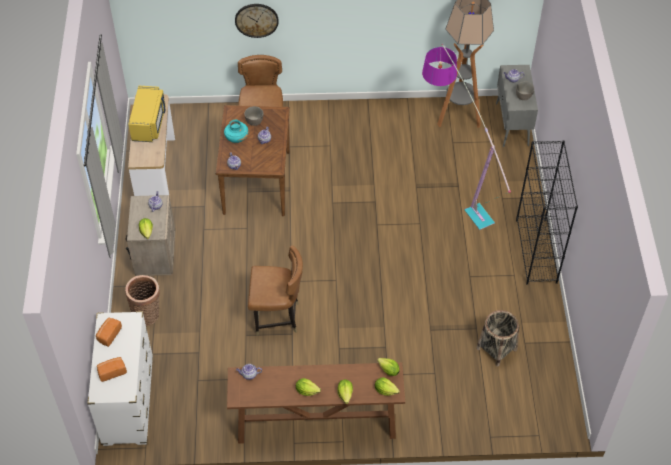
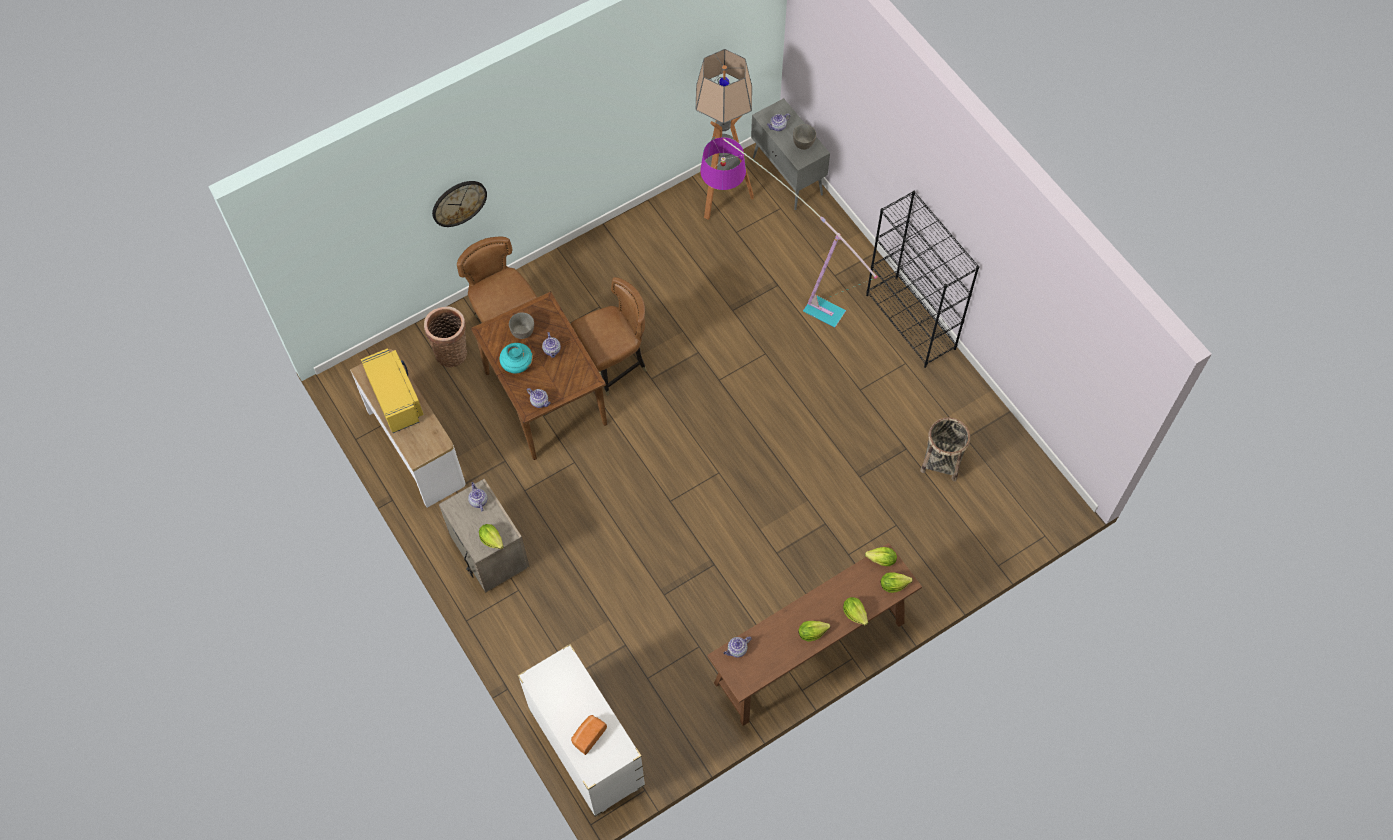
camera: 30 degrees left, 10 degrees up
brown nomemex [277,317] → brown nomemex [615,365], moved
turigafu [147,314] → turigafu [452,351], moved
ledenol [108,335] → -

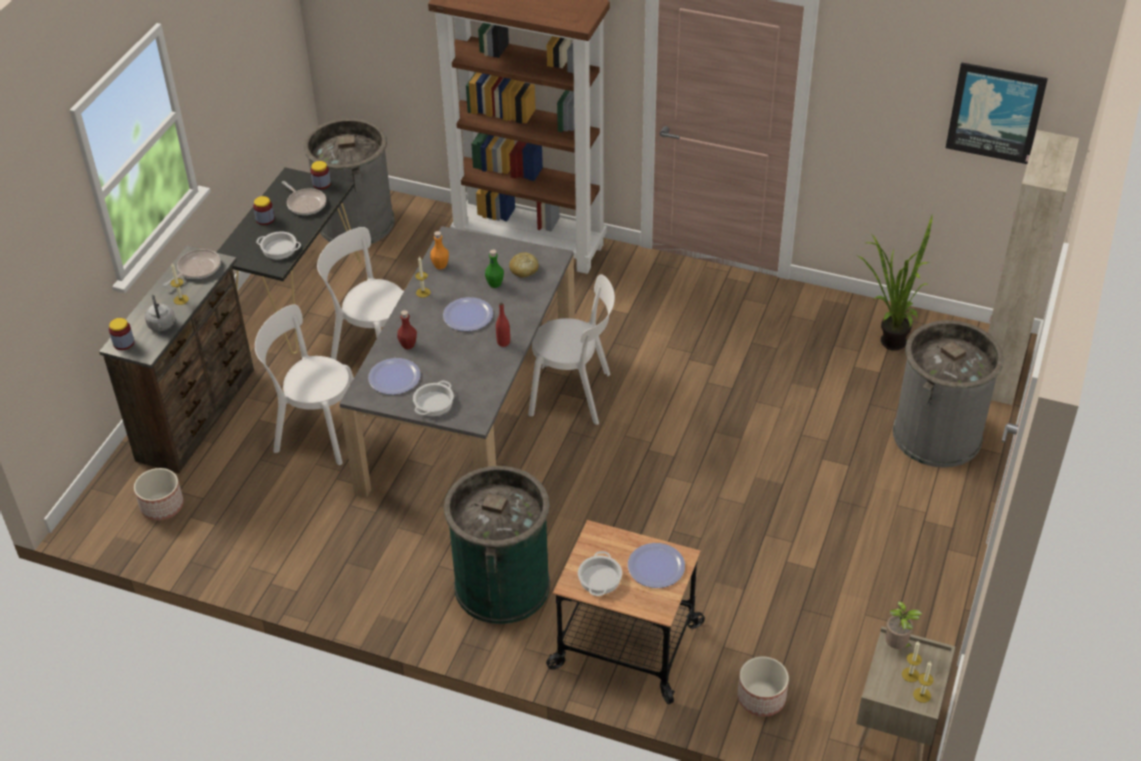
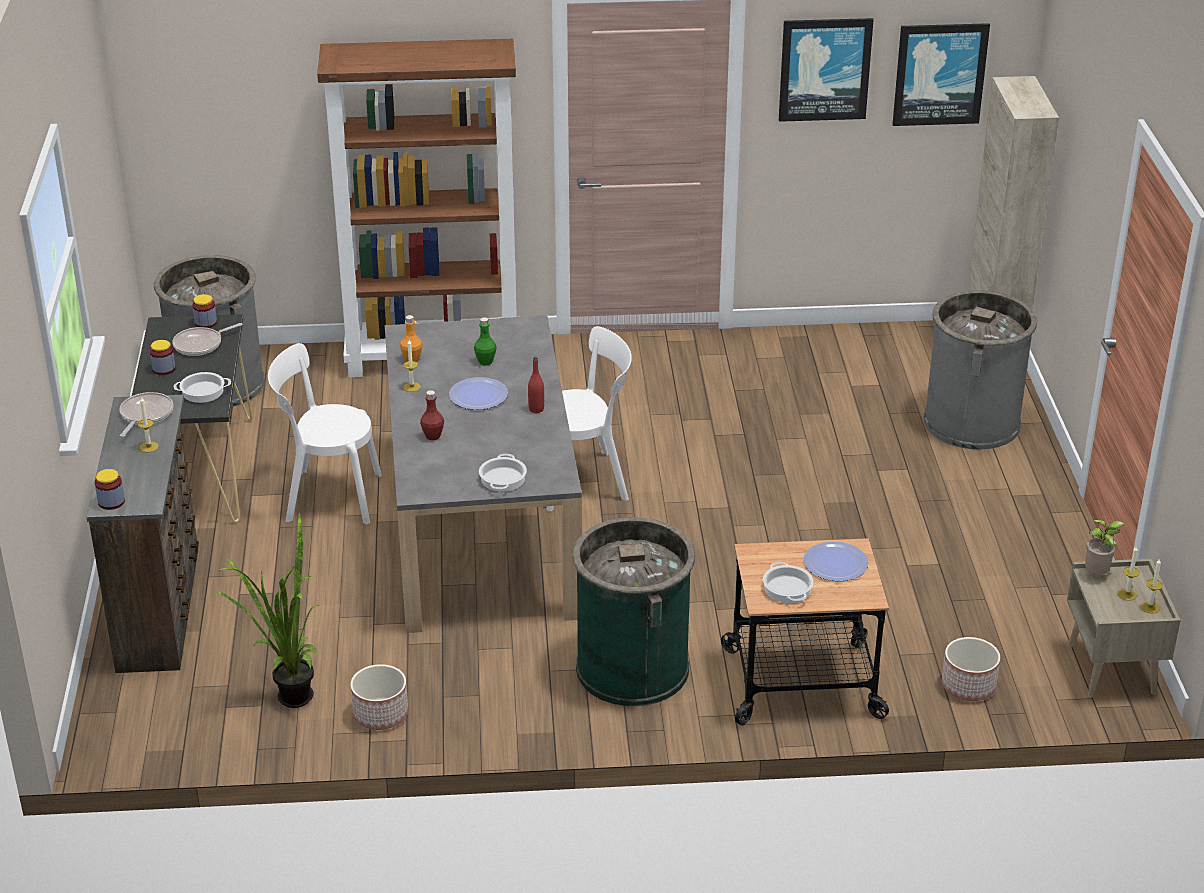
camera: 25 degrees left, 10 degrees down
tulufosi [305,203] → tulufosi [201,344], 120 degrees clockwise
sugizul [886,341] → sugizul [286,698], moved
ledenol [524,270] → -
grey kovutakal [162,326] → -
white nomemex [316,431] → -
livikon [394,377] → -
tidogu [162,506] → tidogu [380,715], moved
- → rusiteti [824,69]

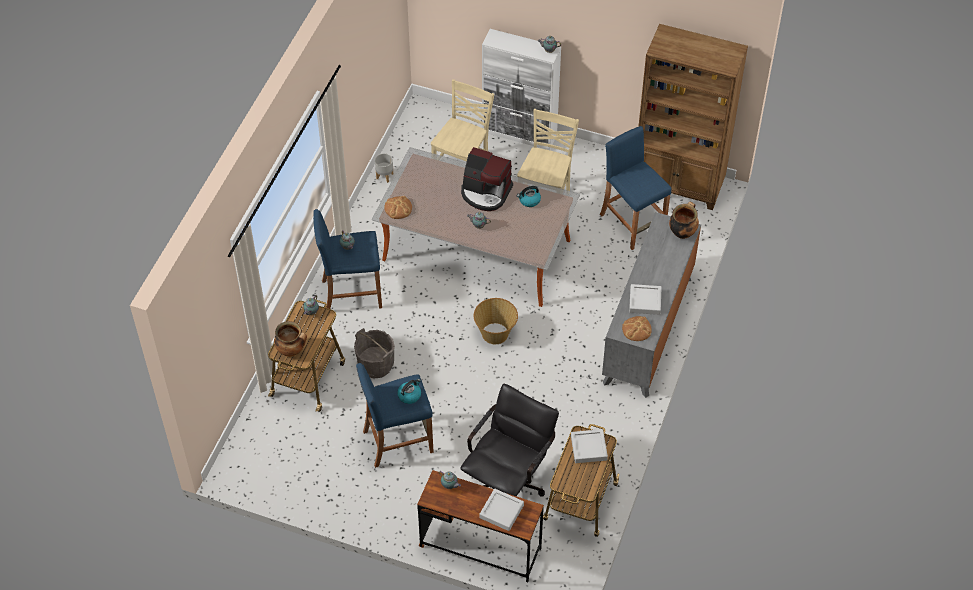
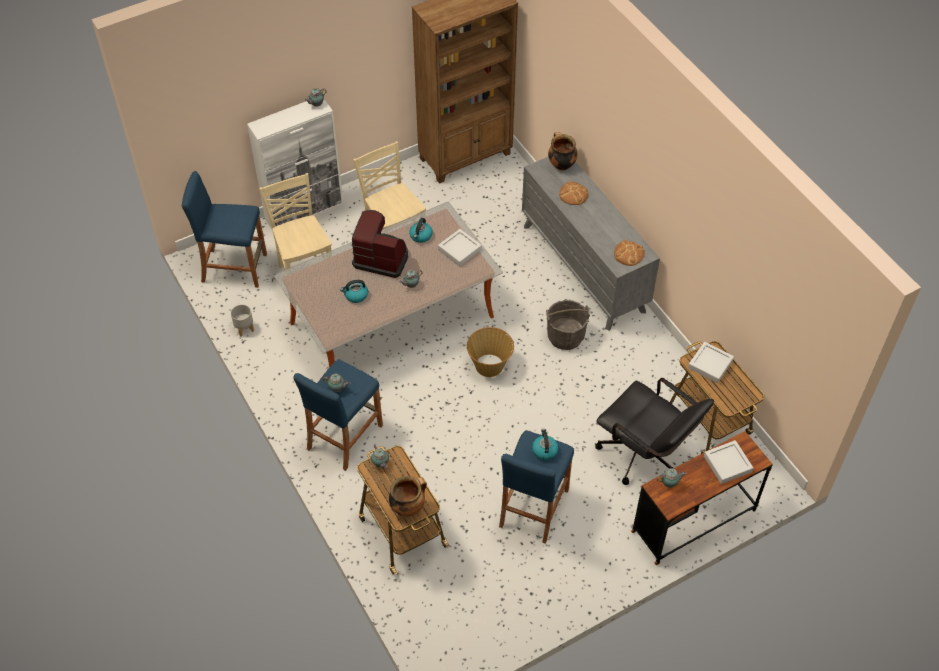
camera: 50 degrees left, 0 degrees up
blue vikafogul [632,223] → blue vikafogul [234,268], moved
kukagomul [485,193] → kukagomul [381,258], 135 degrees counterclockwise
ledenol [398,208] → ledenol [573,194], moved
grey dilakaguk [645,301] → grey dilakaguk [459,250], moved
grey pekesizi [376,364] → grey pekesizi [565,336], moved
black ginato [508,481] → black ginato [645,456], 150 degrees clockwise
- → kovutakal [356,295]

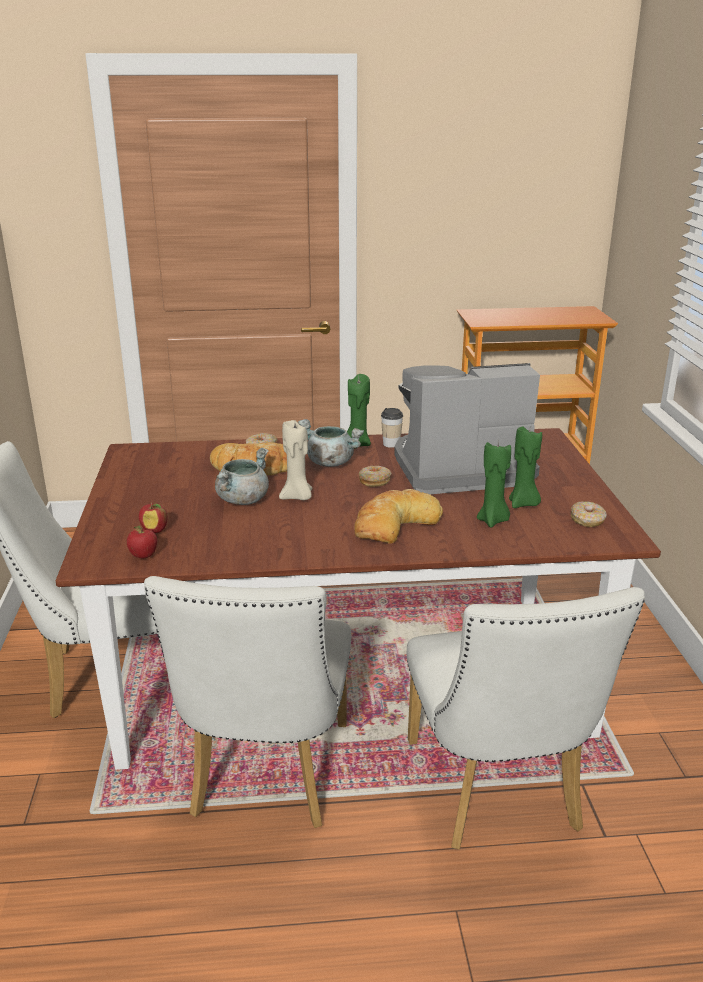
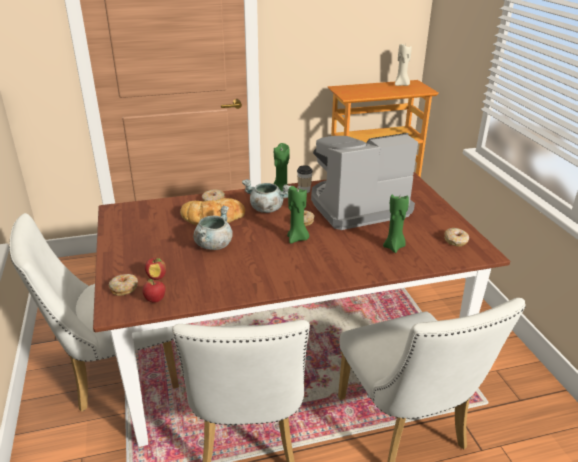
camera: 10 degrees left, 5 degrees up
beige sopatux [297,497] → beige sopatux [401,85], moved
green sopatux [523,504] → green sopatux [297,239], moved
ledenol [394,524] → -
- → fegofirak [124,288]

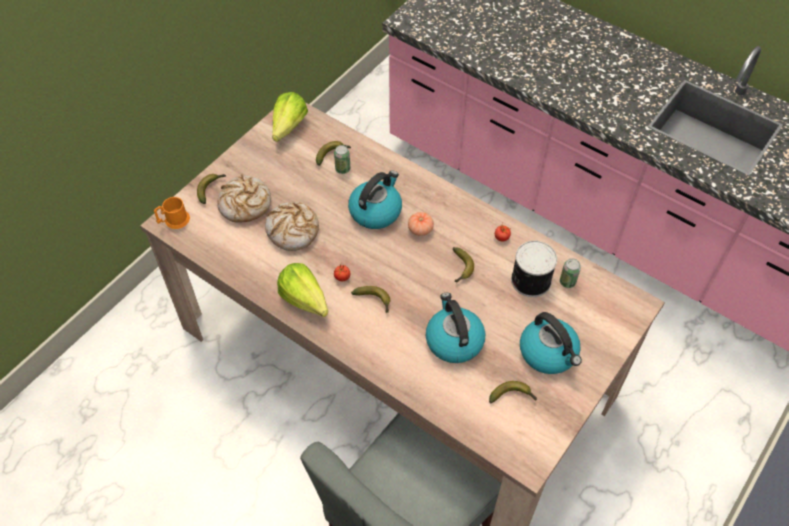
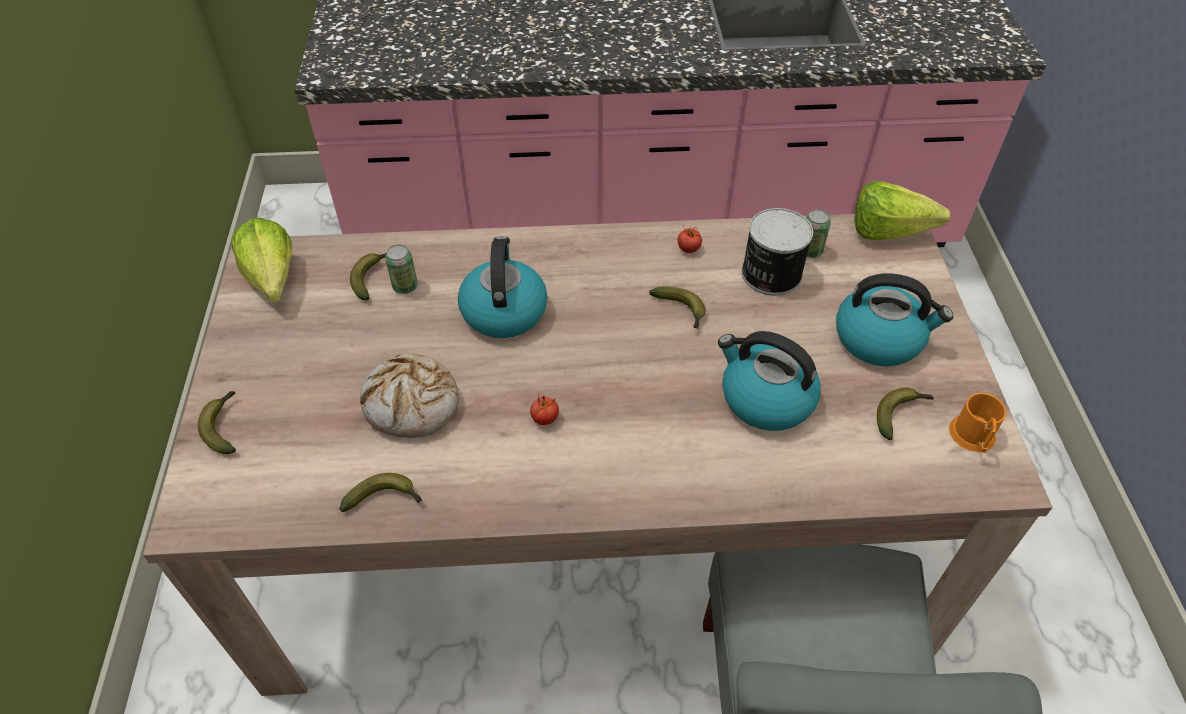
camera: 40 degrees left, 5 degrees down
ledenol [245,204] → -
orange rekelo [174,221] → orange rekelo [973,439], moved
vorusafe [420,229] → -
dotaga [306,304] → dotaga [896,234], moved
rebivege [374,301] → rebivege [385,499], moved

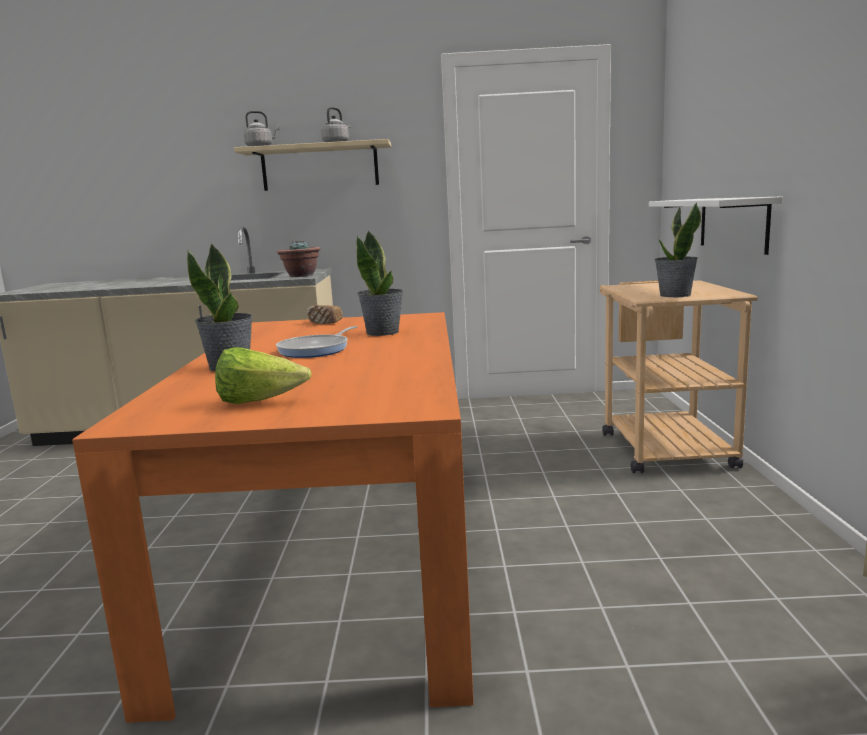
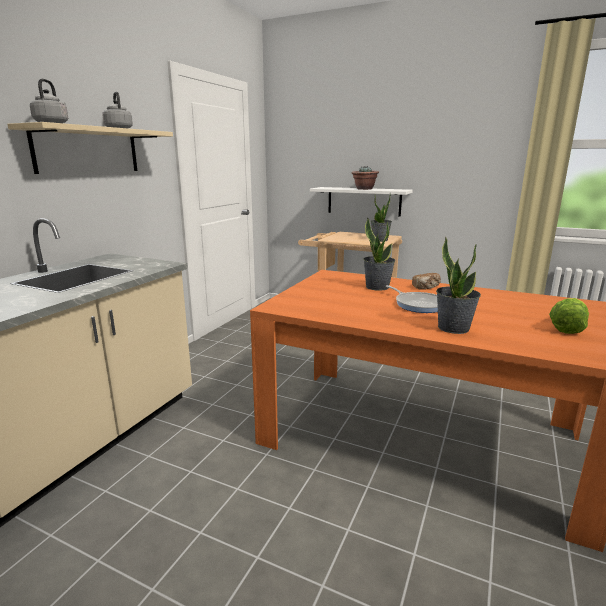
camera: 65 degrees left, 5 degrees up
sugizul [301,275] → sugizul [364,189], moved
ledenol [324,323] → ledenol [426,287], moved

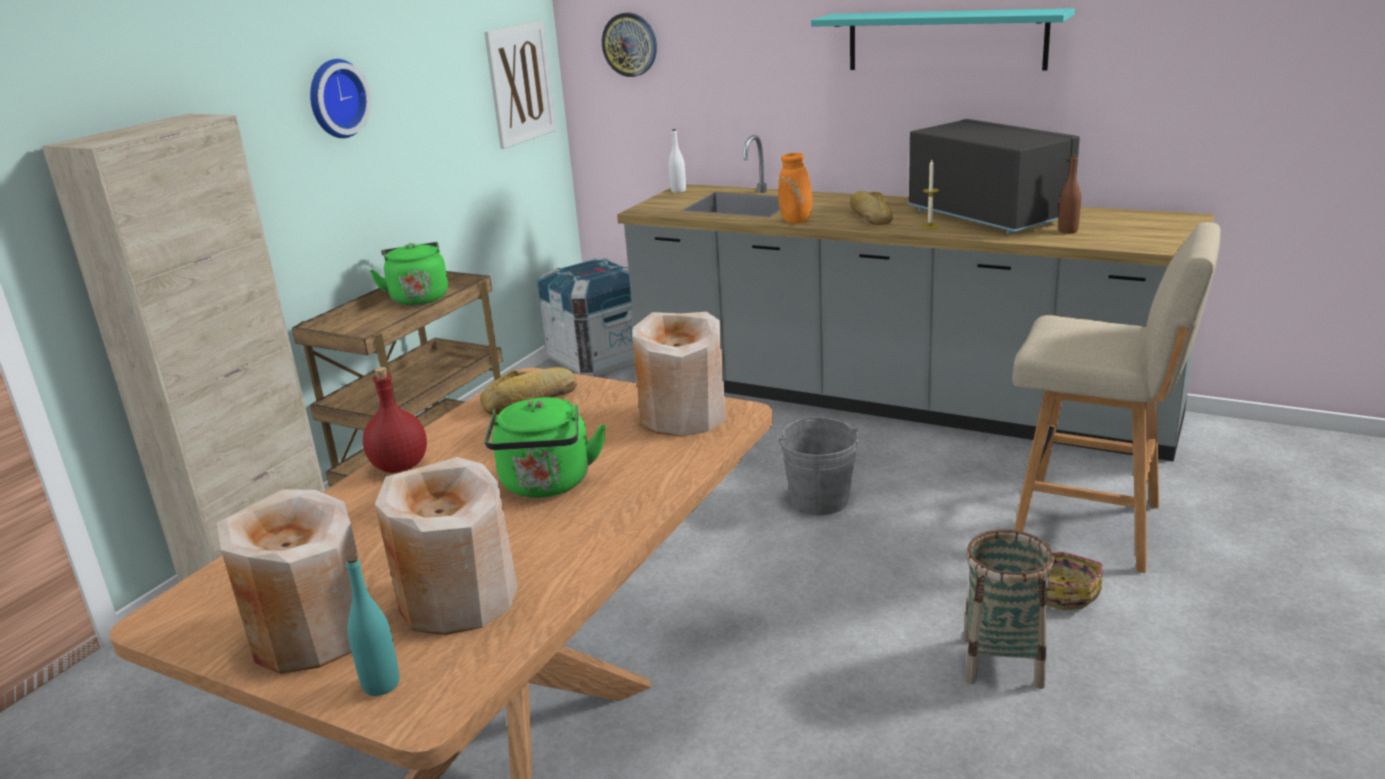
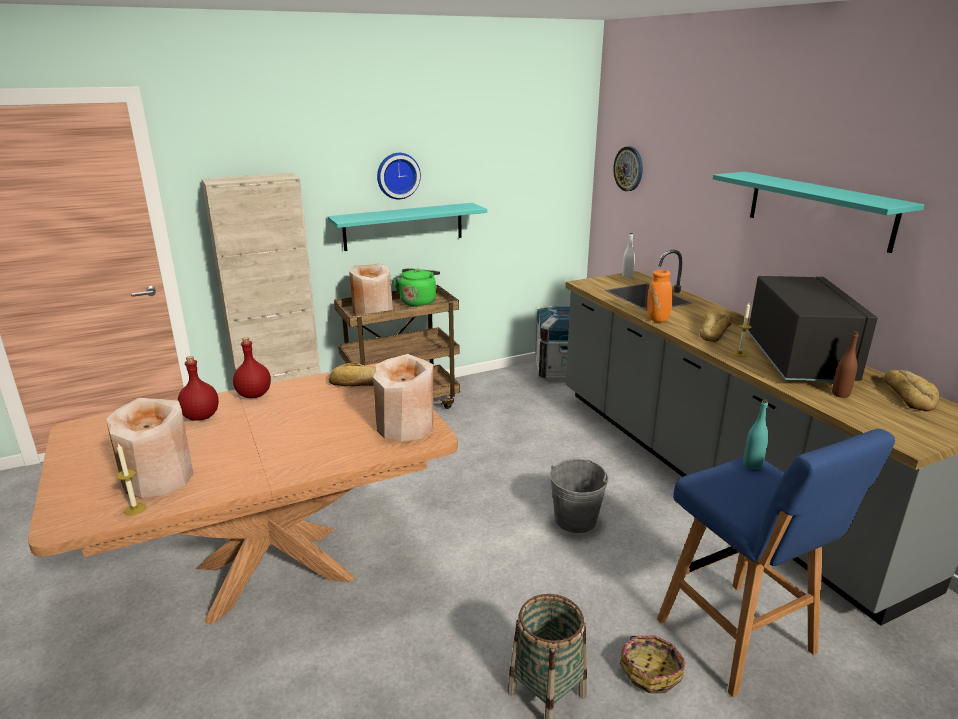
camera: 35 degrees right, 0 degrees up
rusiteti [520,83] → -
beige vikafogul [1093,527] → blue vikafogul [739,640]
green kovutakal [546,485] → -
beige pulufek [311,634] → beige pulufek [372,311], moved
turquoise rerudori [381,685] → turquoise rerudori [752,465], moved
- → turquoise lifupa [403,226]
- → red rerudori [200,417]
- → ledenol [909,395]
- → sopatux [135,509]

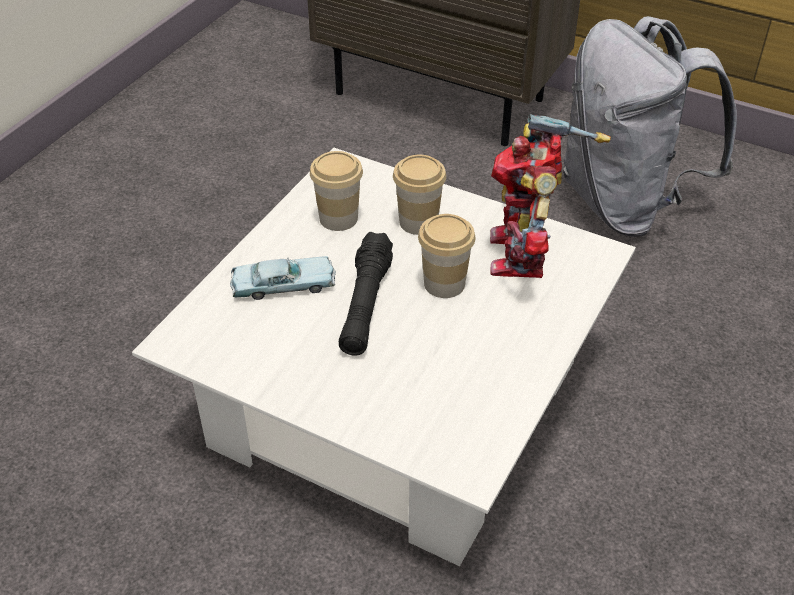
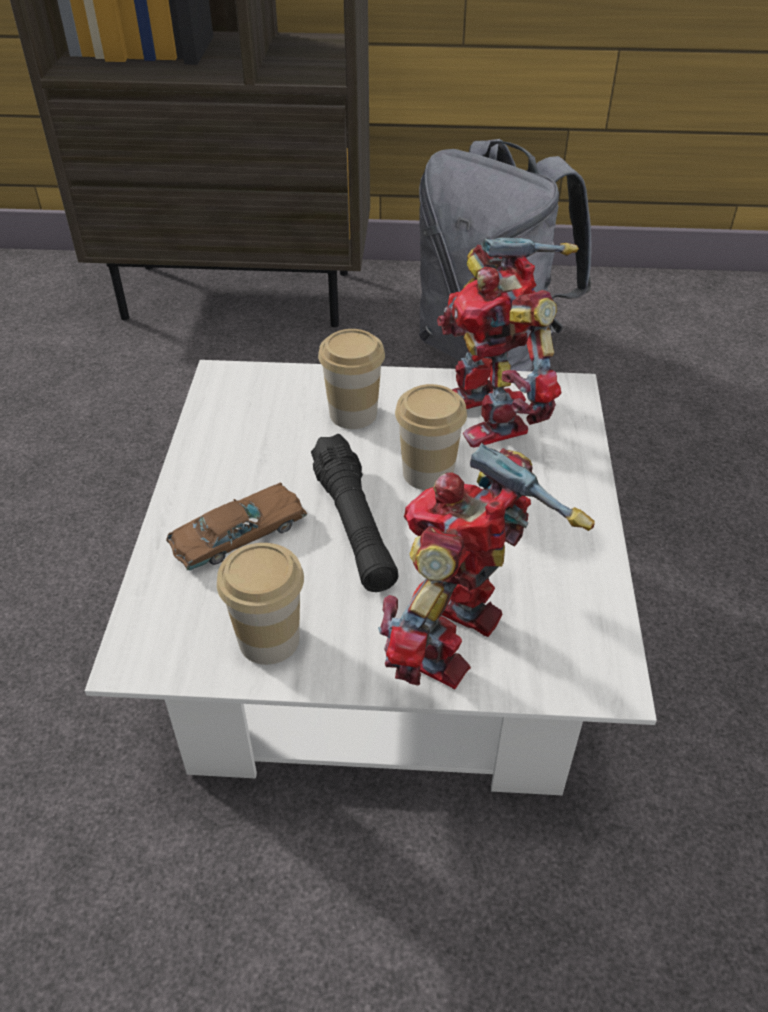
camera: 25 degrees left, 0 degrees up
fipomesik [338,218] → fipomesik [269,639], moved
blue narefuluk [284,285] → brown narefuluk [240,535]
- → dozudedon [456,641]

